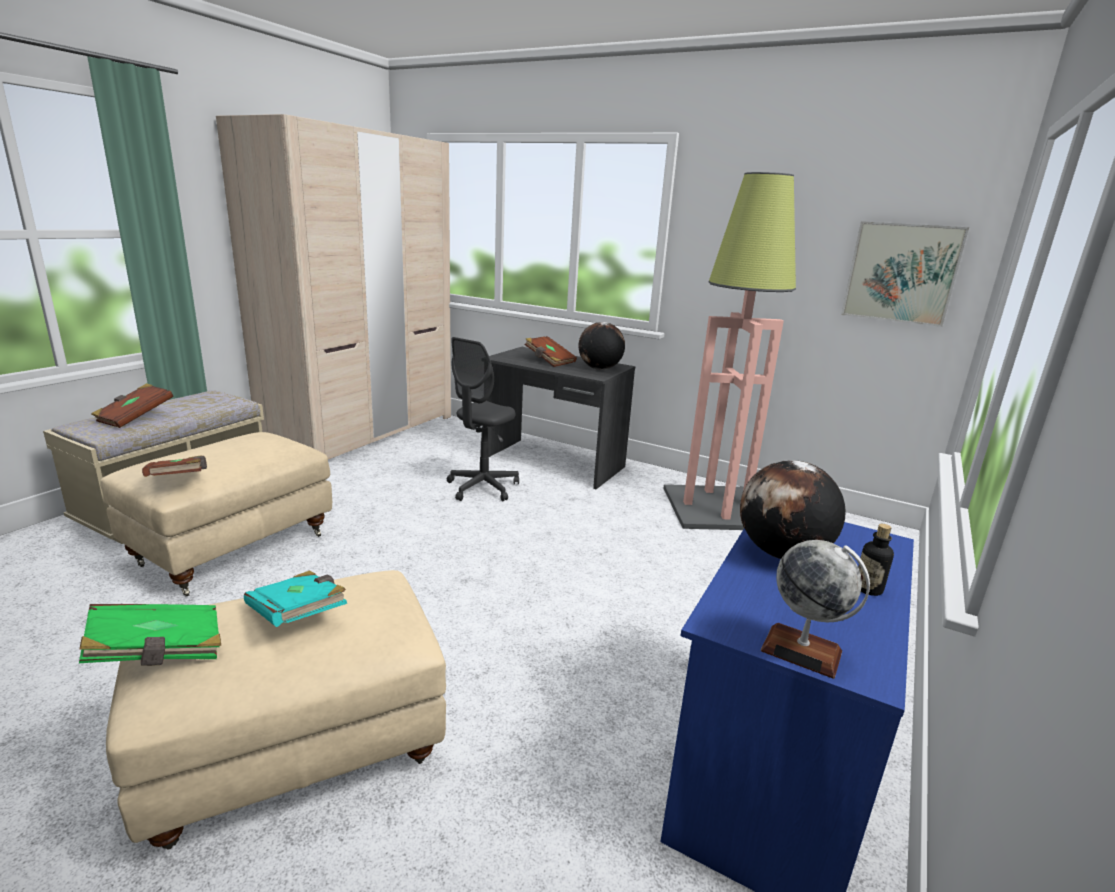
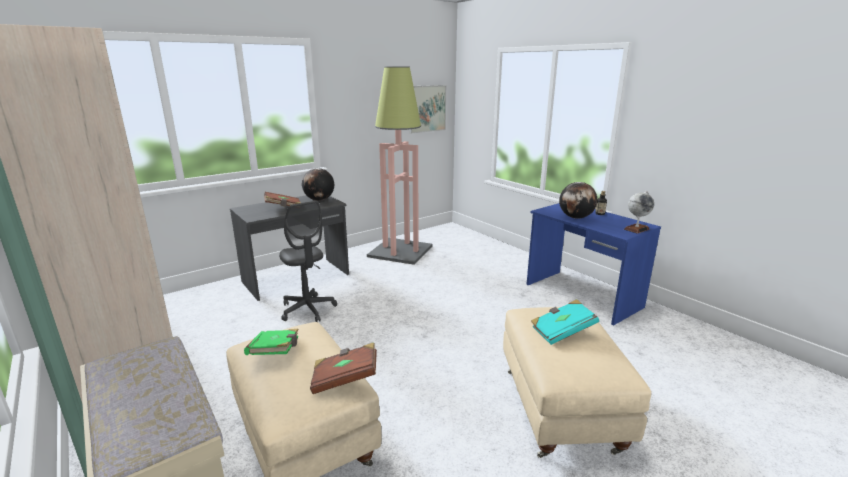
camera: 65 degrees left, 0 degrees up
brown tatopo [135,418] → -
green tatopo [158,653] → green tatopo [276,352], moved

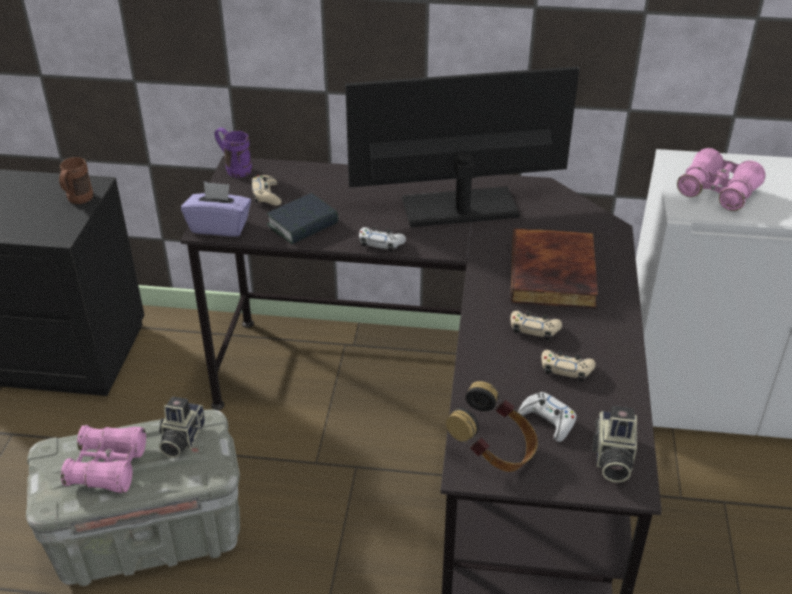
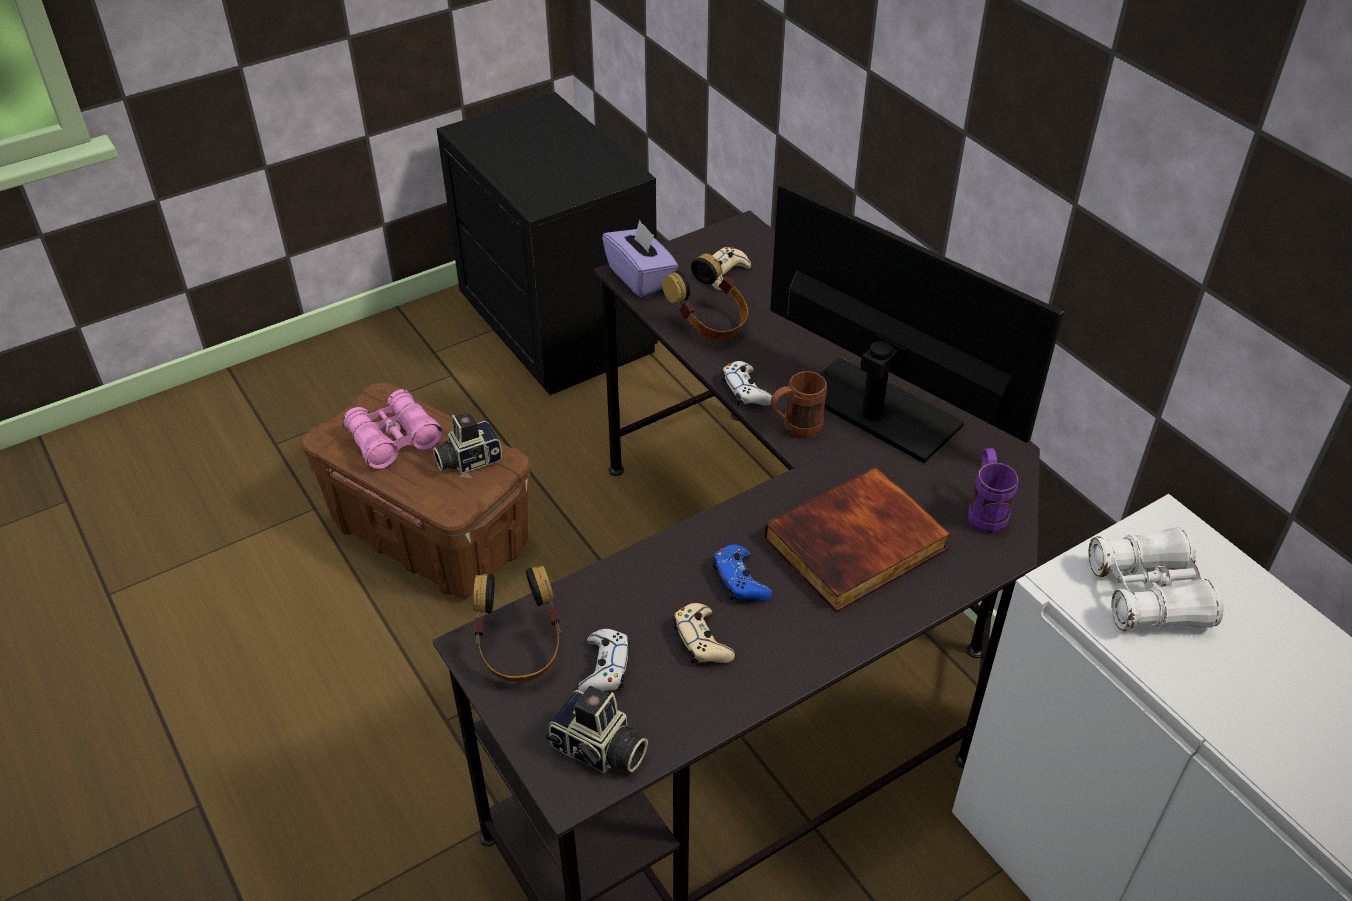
camera: 50 degrees right, 5 degrees up
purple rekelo [234,168] → purple rekelo [985,511], moved
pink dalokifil [717,191] → white dalokifil [1148,594]
brown rekelo [77,201] → brown rekelo [794,429], moved
tatopo [303,225] → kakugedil [709,324]
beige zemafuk [534,329] → blue zemafuk [740,580]
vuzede [611,458] → vuzede [598,750], 120 degrees counterclockwise
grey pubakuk [150,535] → brown pubakuk [432,535]

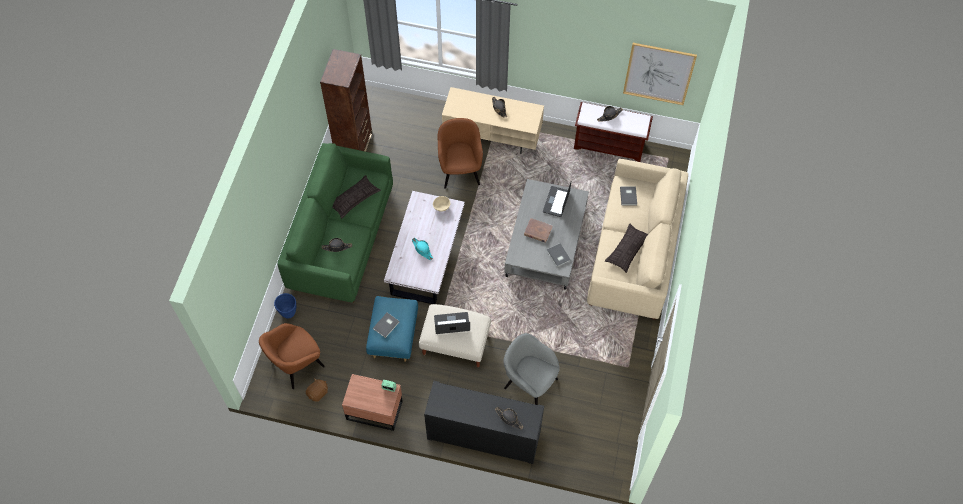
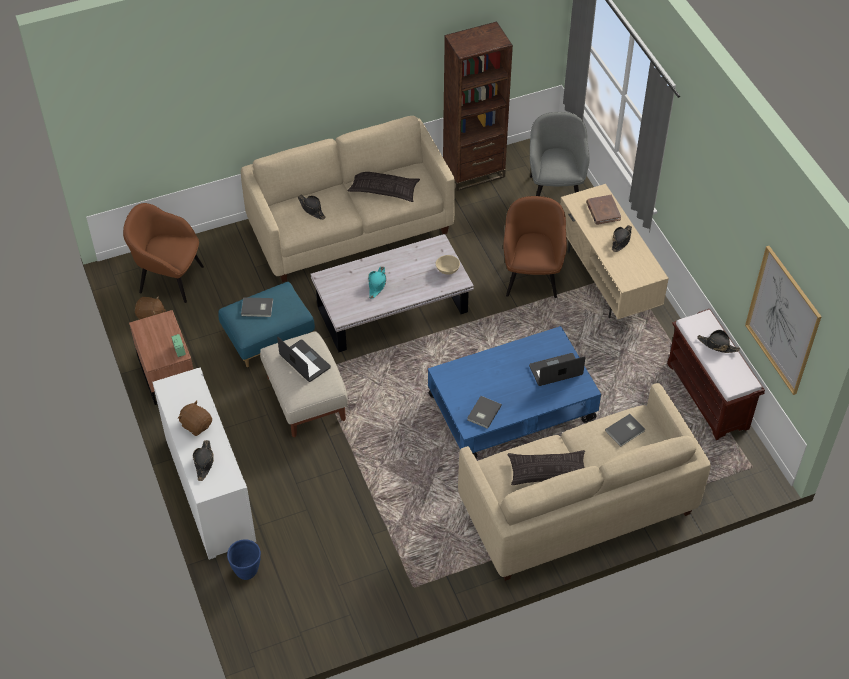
camera: 55 degrees right, 10 degrees down
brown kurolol [460,170] → brown kurolol [531,277], 45 degrees counterclockwise
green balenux [341,238] → beige balenux [350,227]
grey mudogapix [546,242] → blue mudogapix [512,409]
brown tatopo [538,231] → brown tatopo [603,211], moved
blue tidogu [288,312] → blue tidogu [247,571], moved
grey kurolol [529,382] → grey kurolol [555,191], moved
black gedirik [483,435] → white gedirik [210,490]
- → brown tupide [196,425]

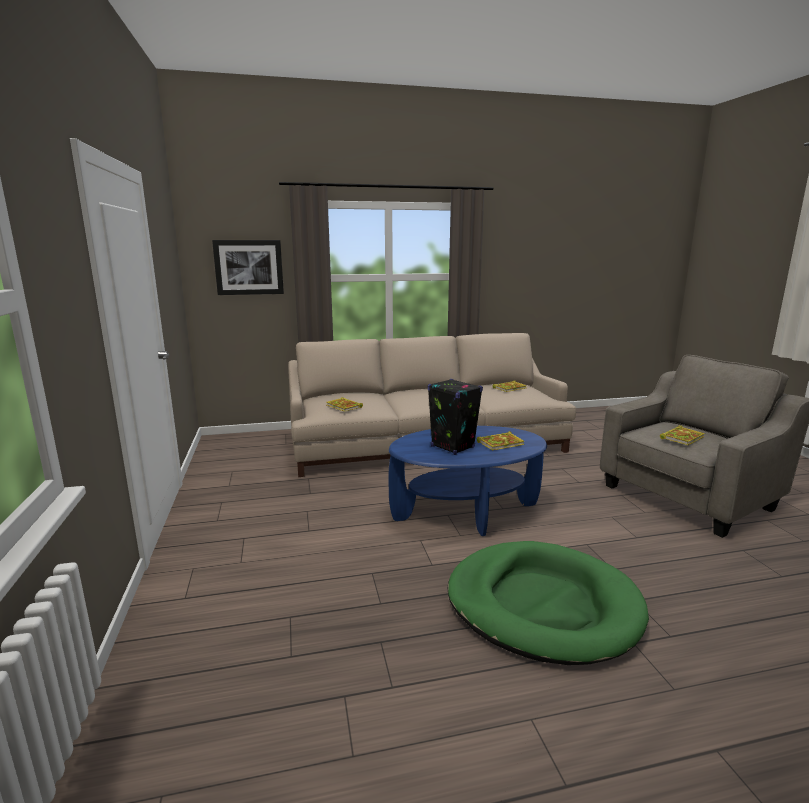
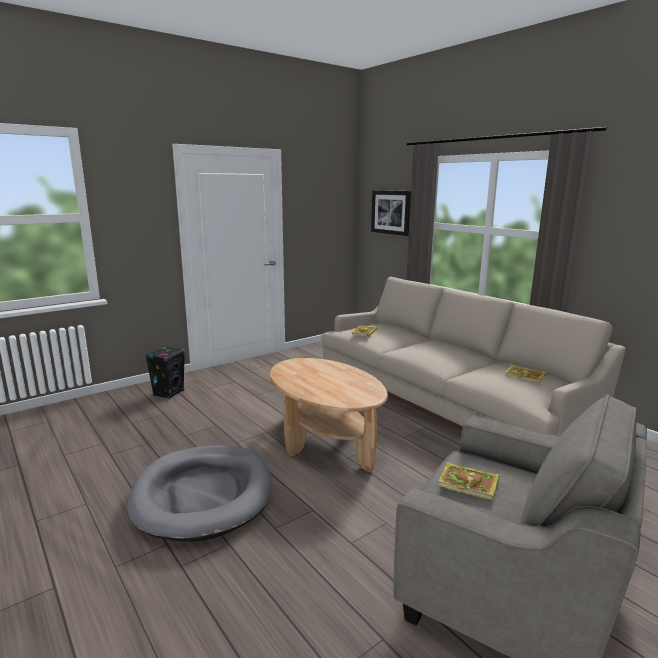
camera: 65 degrees right, 0 degrees up
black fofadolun [452,447] → black fofadolun [169,393], moved
blue mudogapix [466,512] → brown mudogapix [325,442]
tatopo [501,443] → -
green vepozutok [542,605] → grey vepozutok [203,495]

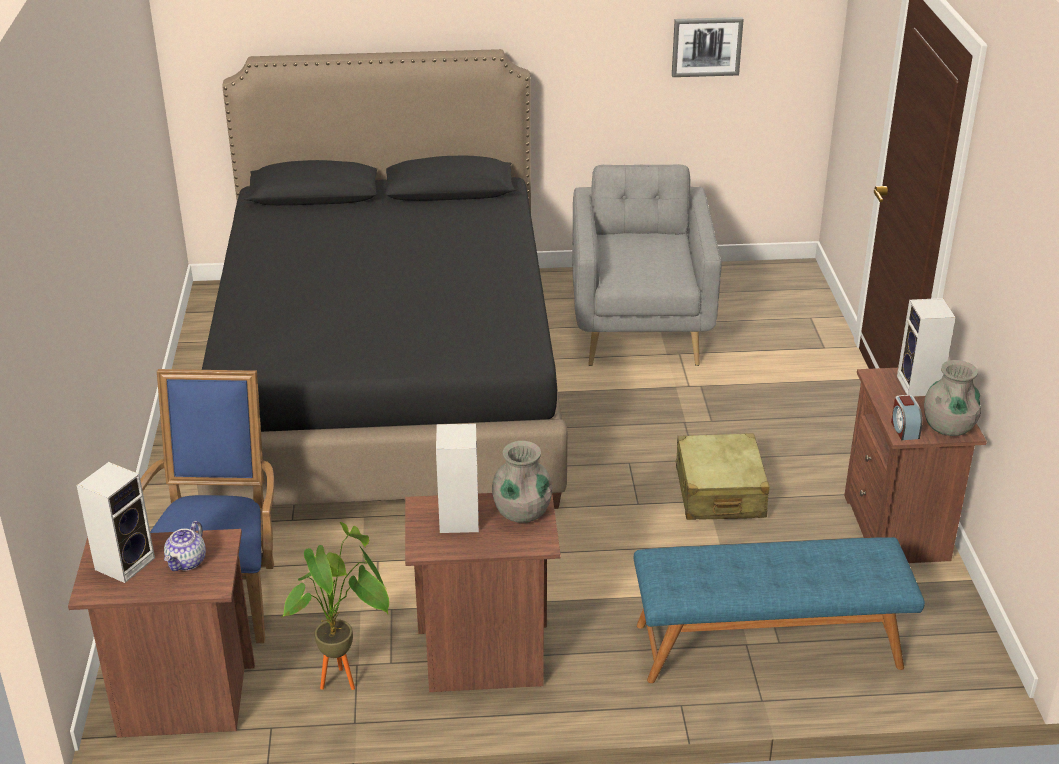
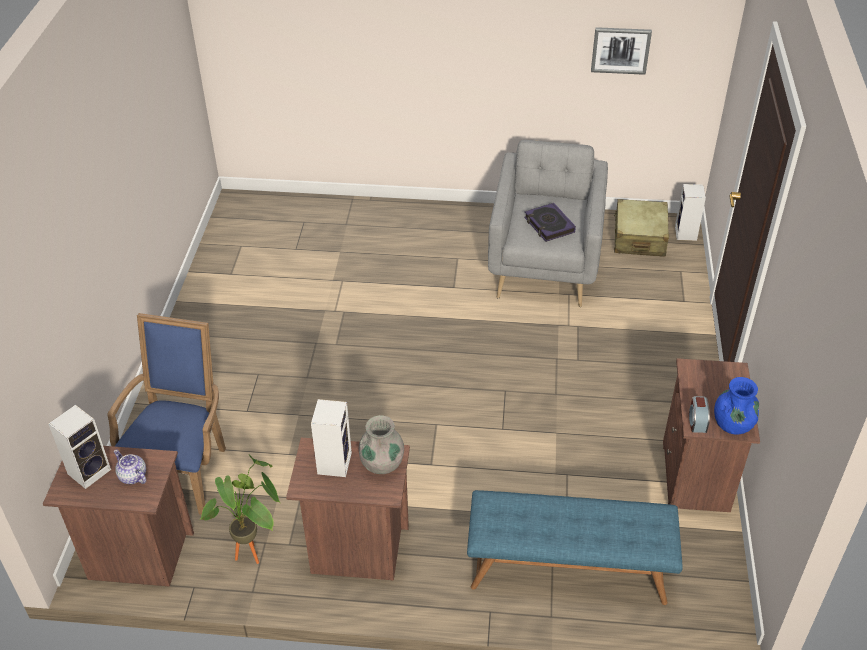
camera: 10 degrees right, 10 degrees up
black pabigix [388,383] → -
fofadolun [920,386] → fofadolun [686,234], moved
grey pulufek [948,428] → blue pulufek [732,425]
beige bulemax [719,492] → beige bulemax [639,238], moved
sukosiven [187,562] → sukosiven [132,476], 105 degrees clockwise
- → tatopo [549,225]

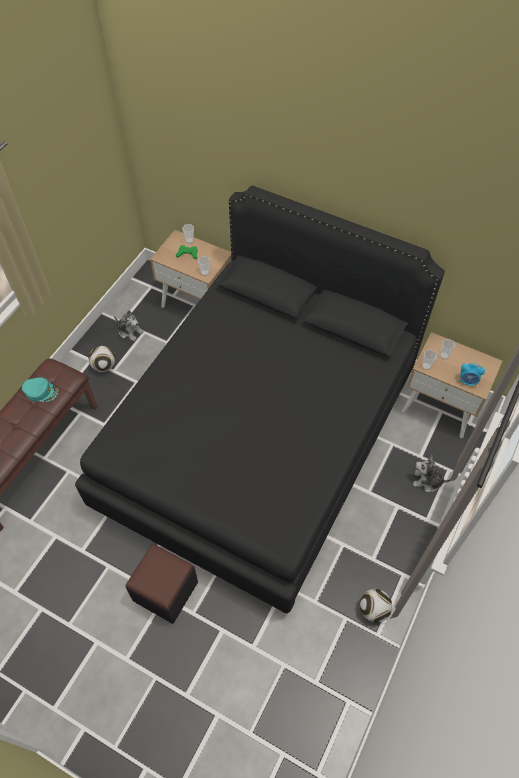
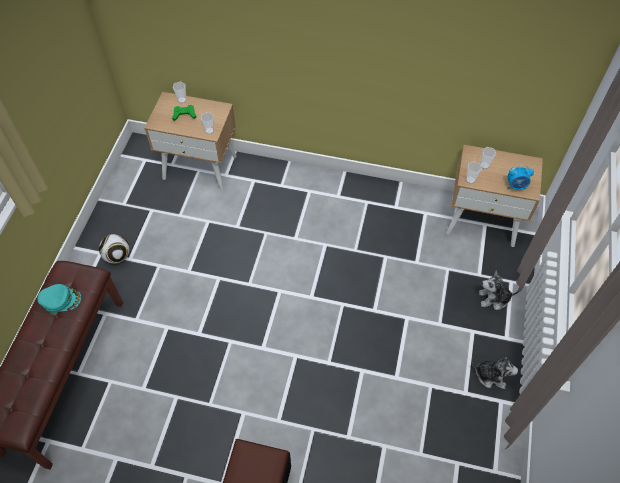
camera: 15 degrees left, 0 degrees up
black pabigix [259,437] → -
tupide [130,331] → tupide [491,375], moved
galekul [373,610] → -

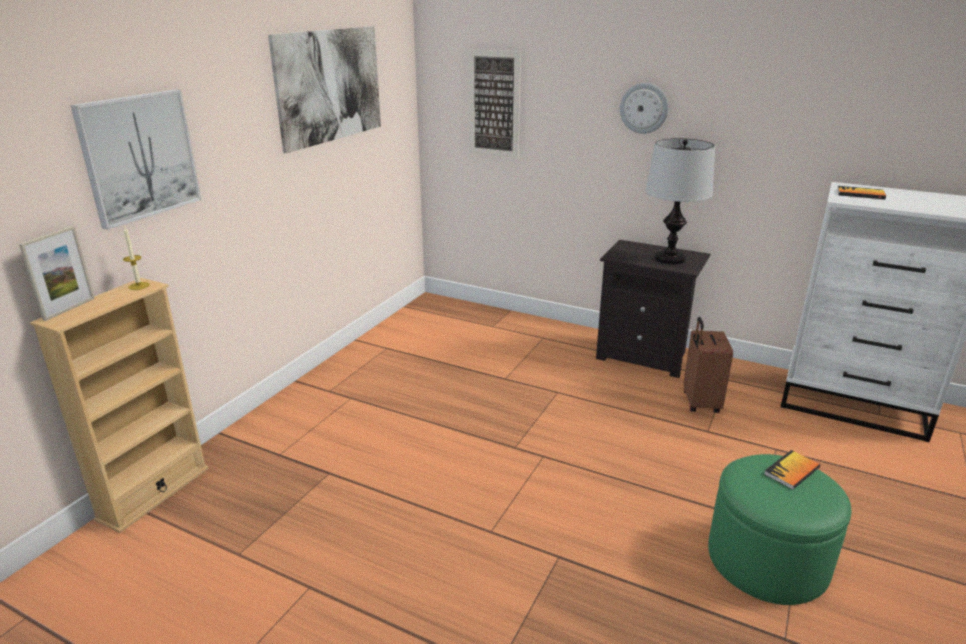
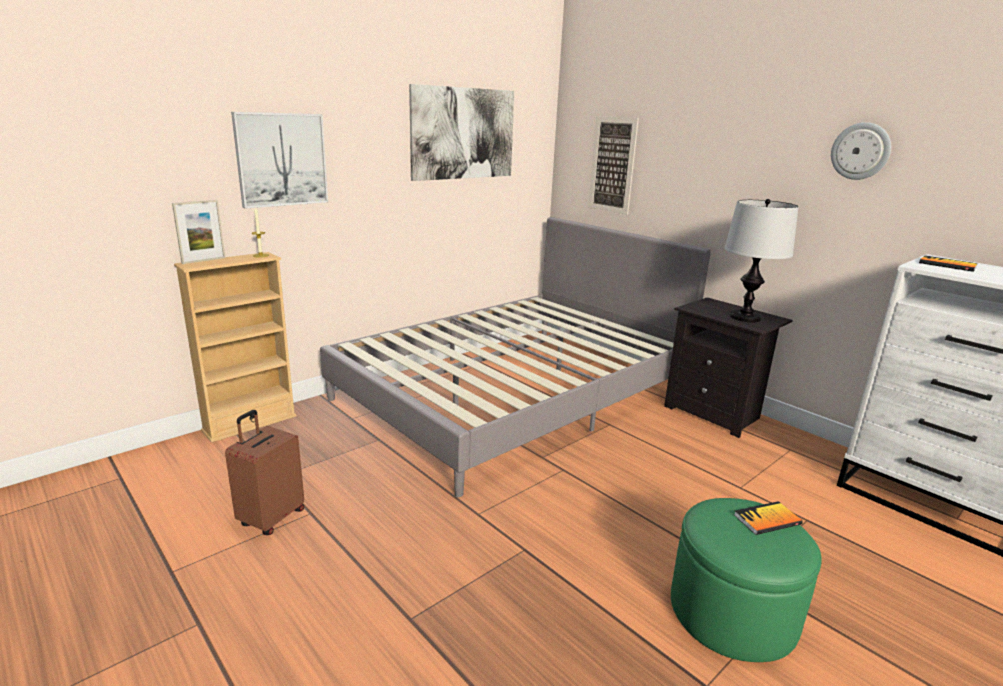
camera: 20 degrees right, 5 degrees down
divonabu [644,108] → divonabu [860,151], moved
brown bulemax [699,403] → brown bulemax [271,518], moved
- → grey pabigix [514,394]

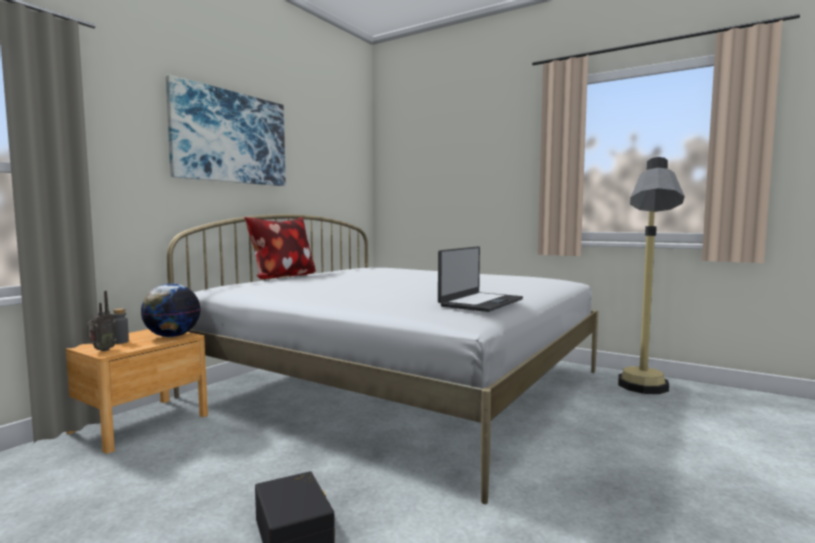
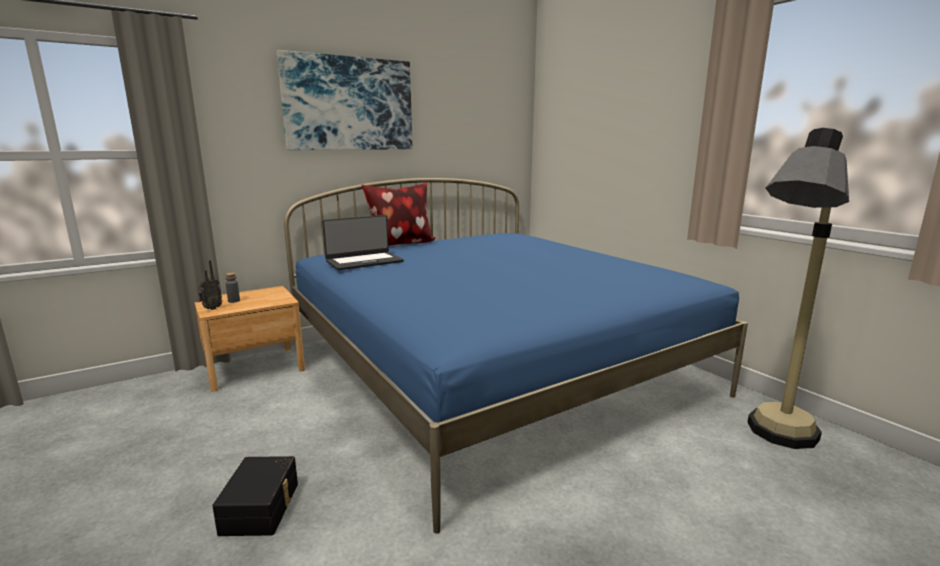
camera: 25 degrees right, 10 degrees up
white pabigix [400,383] → blue pabigix [492,368]
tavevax [480,302] → tavevax [364,261], moved
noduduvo [172,336] → -

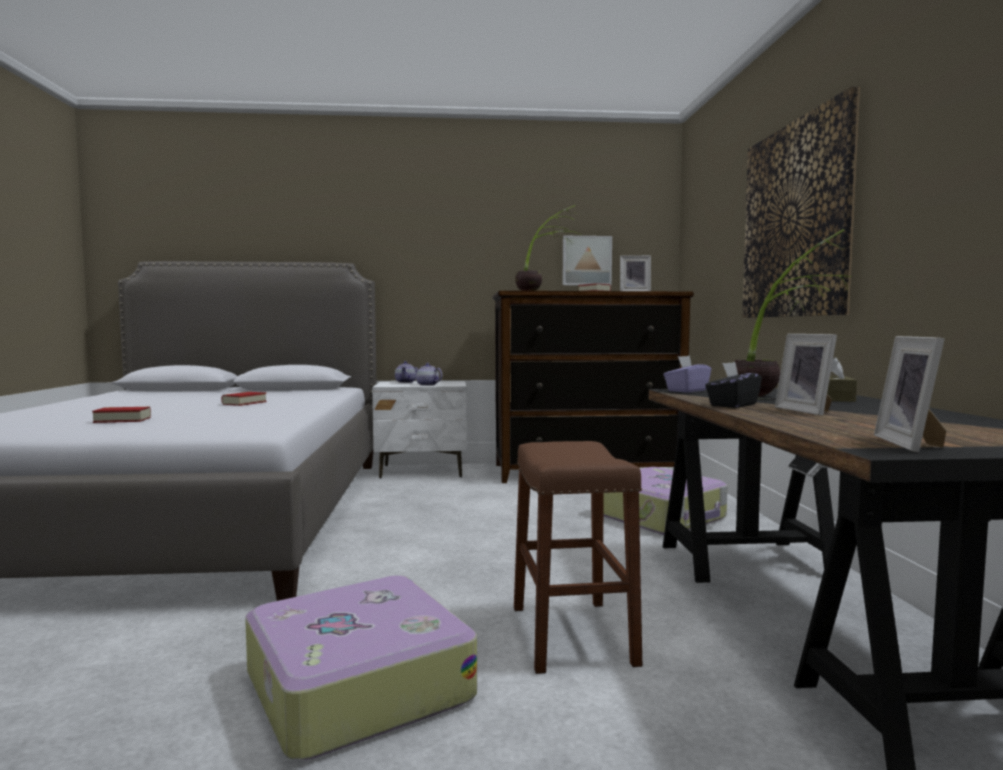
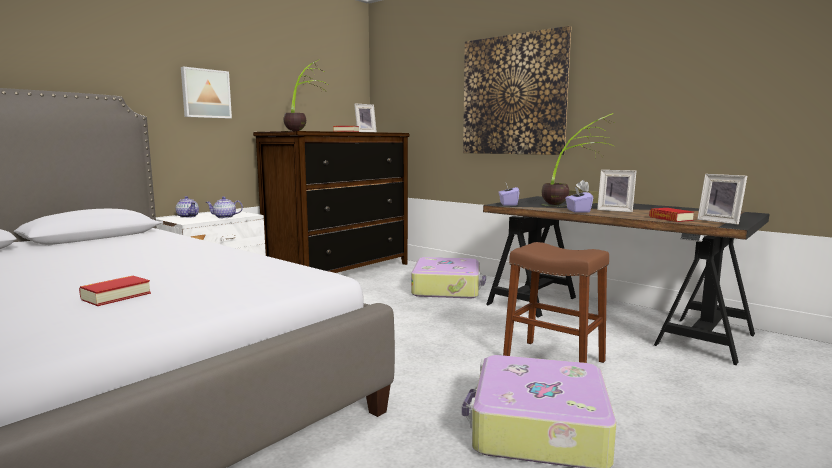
camera: 45 degrees left, 5 degrees up
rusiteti [586,261] → rusiteti [205,93], moved
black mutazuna [732,405] → purple mutazuna [577,211]
tatopo [244,403] → tatopo [670,219], moved

